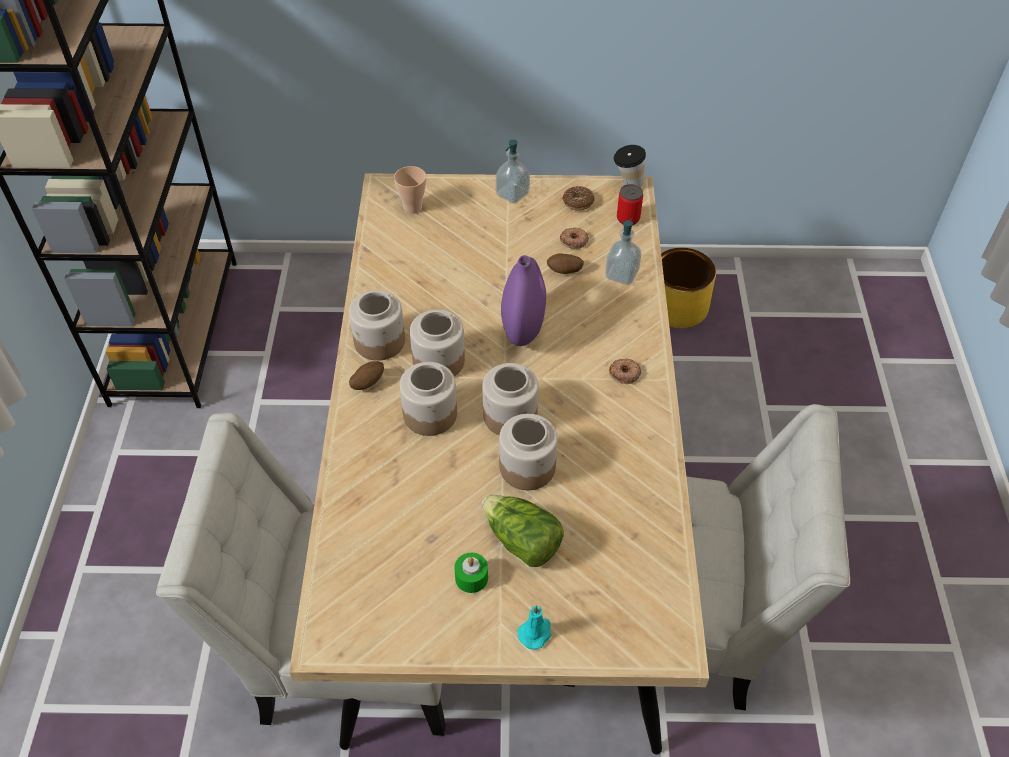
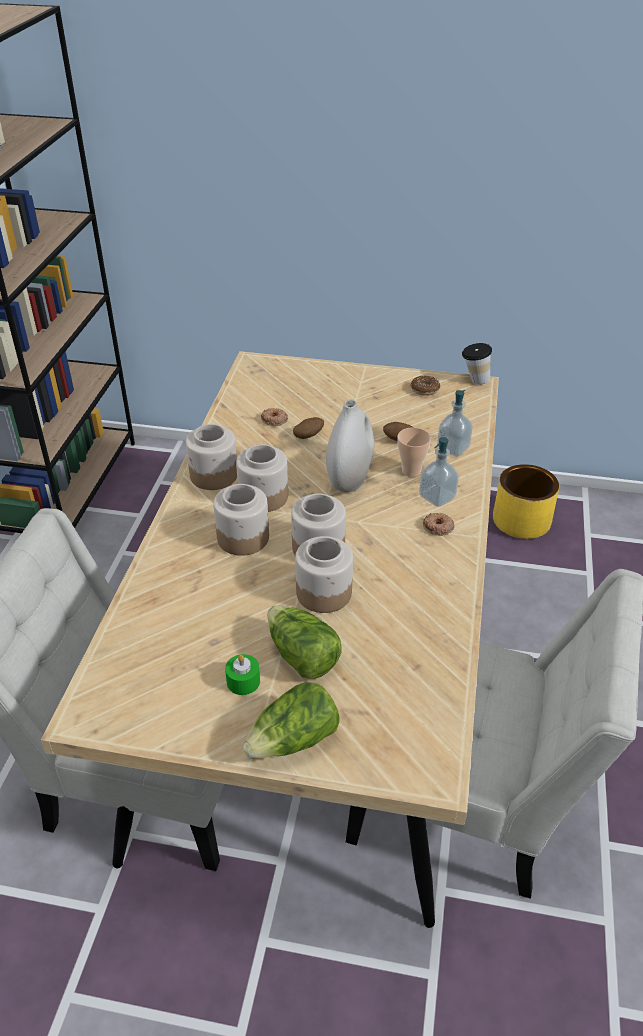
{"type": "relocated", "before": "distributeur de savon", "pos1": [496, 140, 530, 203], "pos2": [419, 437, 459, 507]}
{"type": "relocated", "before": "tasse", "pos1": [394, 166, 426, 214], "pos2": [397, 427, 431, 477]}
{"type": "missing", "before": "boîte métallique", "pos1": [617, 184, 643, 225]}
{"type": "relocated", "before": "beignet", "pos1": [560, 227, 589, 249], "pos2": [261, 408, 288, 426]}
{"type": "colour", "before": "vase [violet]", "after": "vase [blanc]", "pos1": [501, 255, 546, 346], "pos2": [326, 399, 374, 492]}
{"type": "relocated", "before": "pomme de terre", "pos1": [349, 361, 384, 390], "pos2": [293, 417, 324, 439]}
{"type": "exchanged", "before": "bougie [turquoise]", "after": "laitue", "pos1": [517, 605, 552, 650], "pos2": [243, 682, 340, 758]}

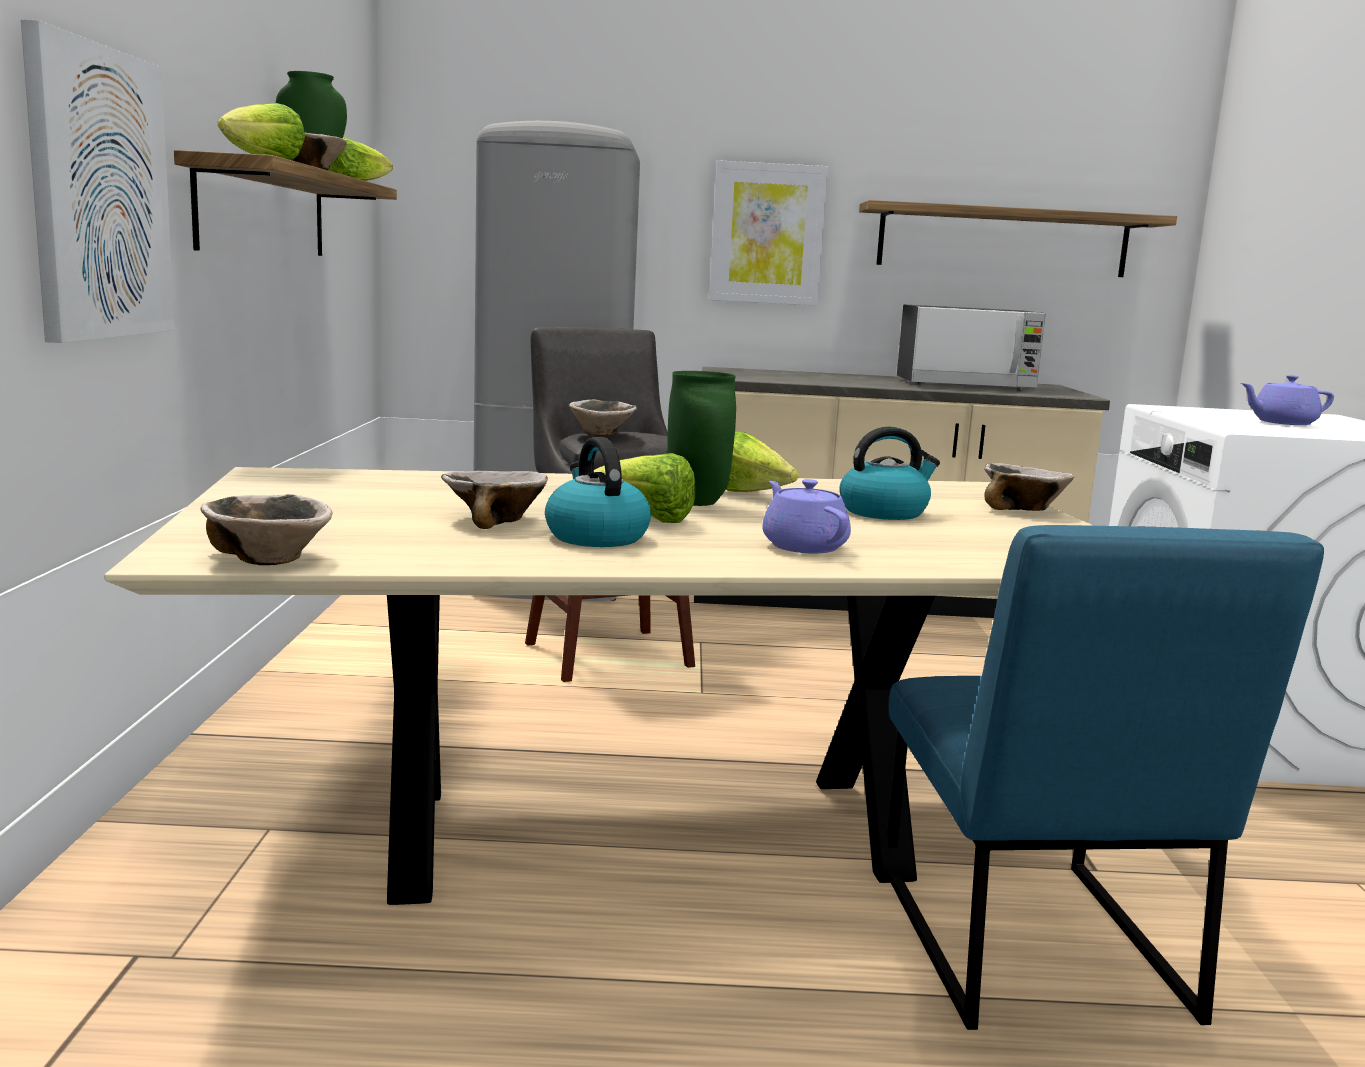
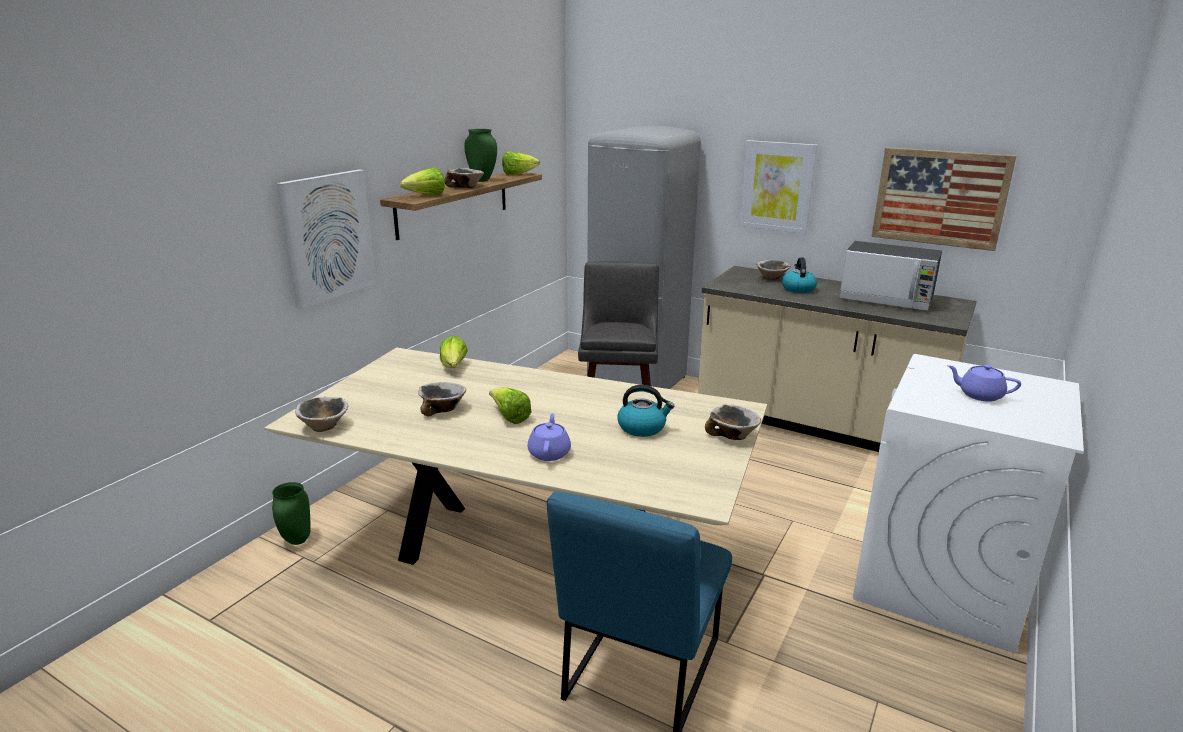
{"type": "exchanged", "before": "étagère", "after": "tableau", "pos1": [859, 200, 1177, 277], "pos2": [871, 147, 1017, 251]}
{"type": "relocated", "before": "vase [vert]", "pos1": [667, 371, 736, 506], "pos2": [272, 482, 310, 545]}
{"type": "relocated", "before": "bol", "pos1": [569, 400, 637, 436], "pos2": [757, 260, 791, 280]}
{"type": "relocated", "before": "laitue", "pos1": [726, 432, 799, 492], "pos2": [440, 336, 468, 368]}
{"type": "relocated", "before": "bouilloire", "pos1": [545, 437, 651, 547], "pos2": [782, 257, 817, 293]}

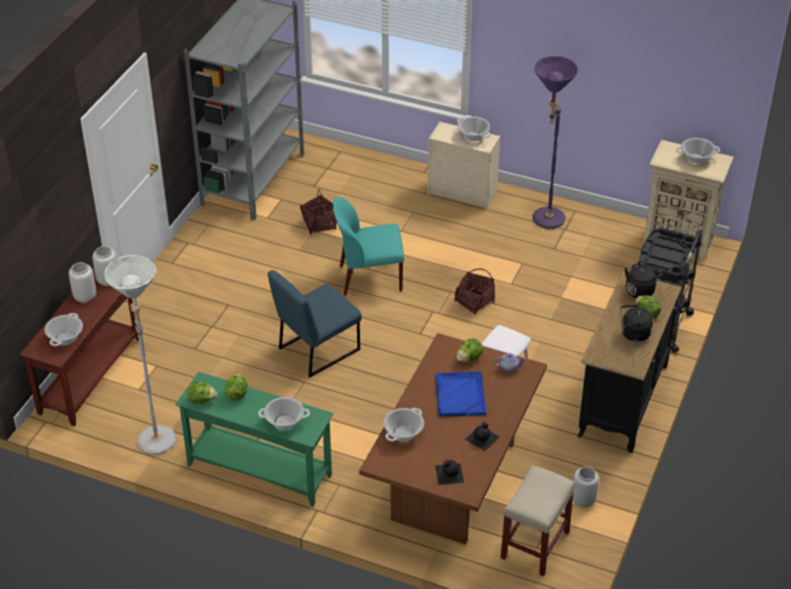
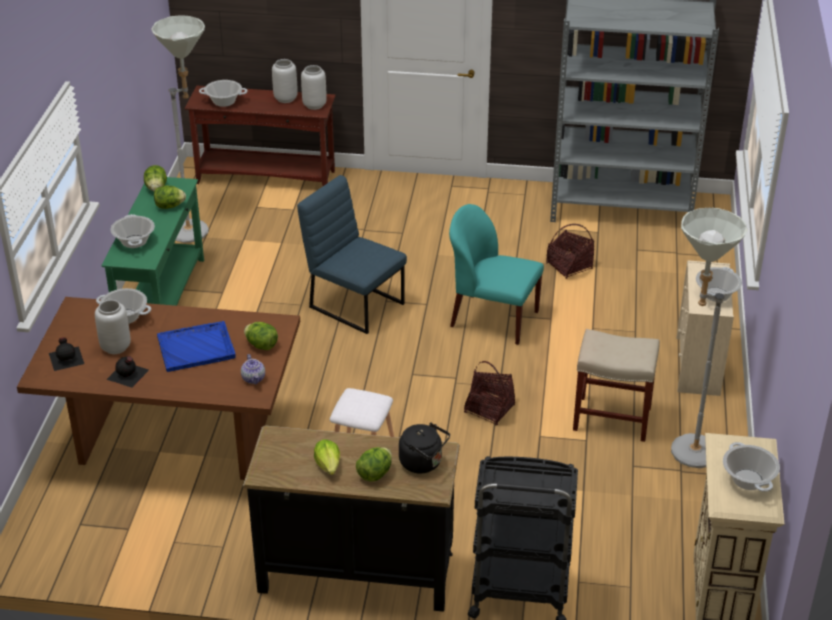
{"type": "colour", "before": "lampadaire [violet]", "after": "lampadaire [gris]", "pos1": [533, 56, 578, 229], "pos2": [671, 208, 747, 468]}
{"type": "spun", "before": "chaise [turquoise]", "pos1": [333, 197, 404, 296], "pos2": [449, 204, 544, 345], "turn": -45}
{"type": "exchanged", "before": "bouilloire [noir]", "after": "laitue", "pos1": [621, 304, 653, 342], "pos2": [314, 440, 340, 475]}
{"type": "relocated", "before": "tabouret [beige]", "pos1": [500, 465, 575, 576], "pos2": [573, 329, 660, 442]}
{"type": "relocated", "before": "vase [gris]", "pos1": [573, 467, 599, 507], "pos2": [95, 300, 131, 354]}

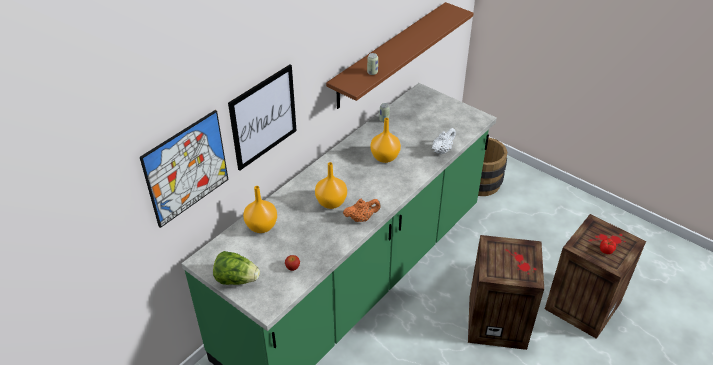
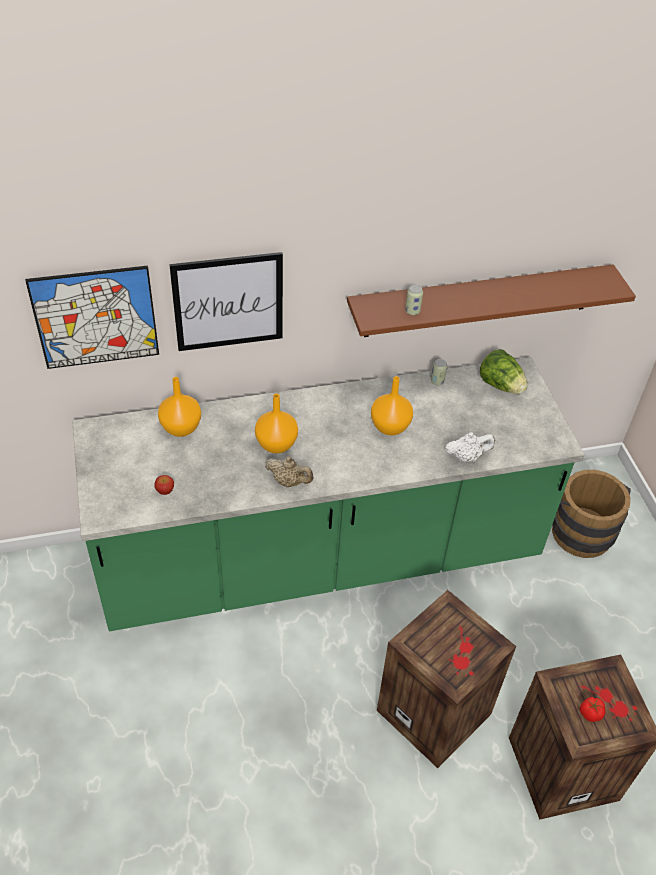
{"type": "colour", "before": "théière [orange]", "after": "théière [beige]", "pos1": [343, 198, 381, 222], "pos2": [265, 456, 313, 487]}
{"type": "relocated", "before": "laitue", "pos1": [213, 251, 260, 285], "pos2": [480, 349, 528, 394]}

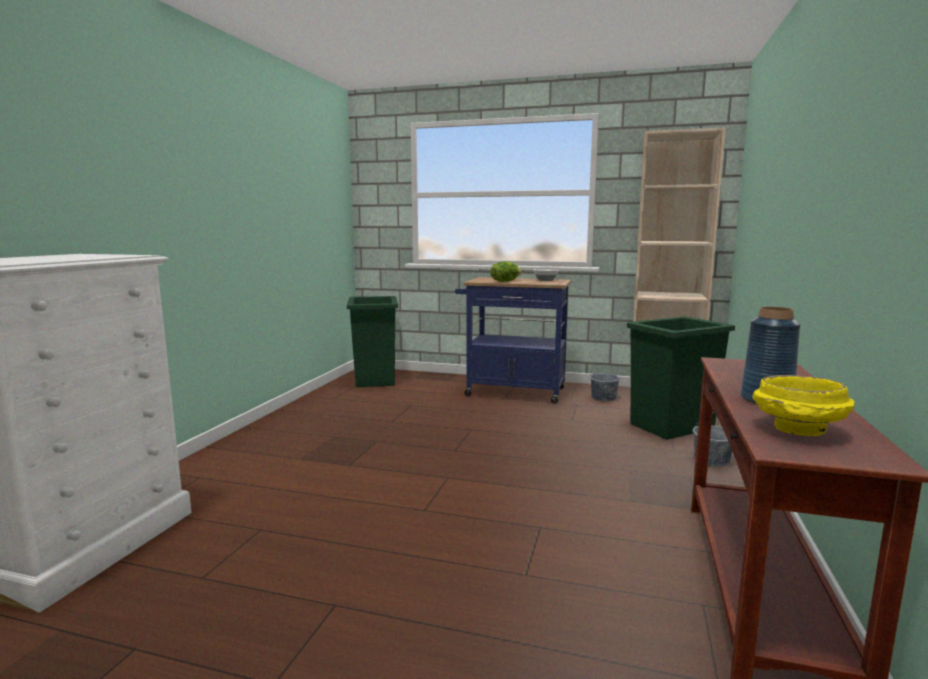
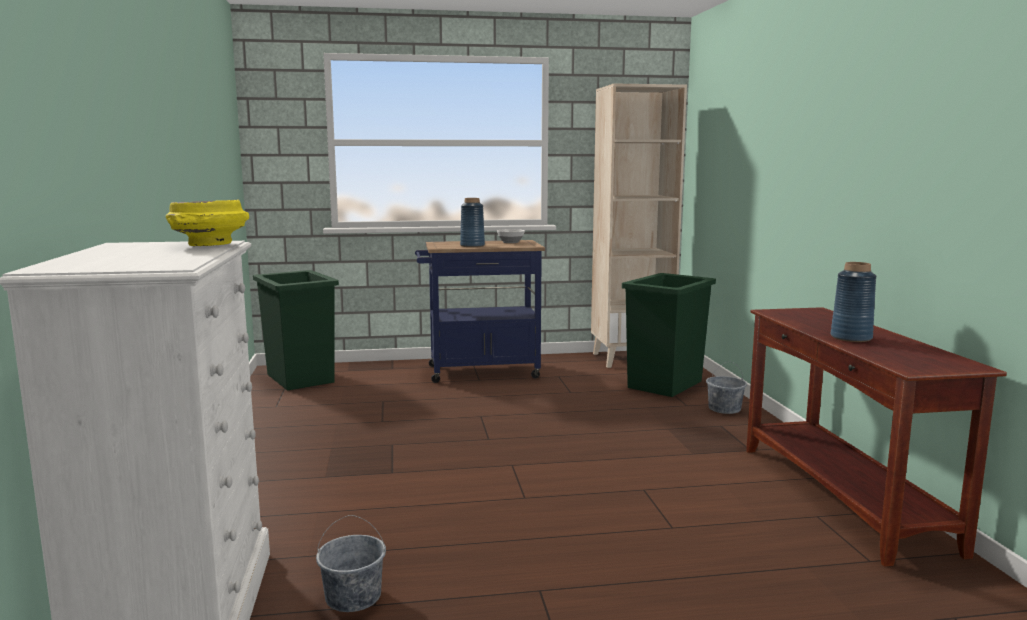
{"type": "exchanged", "before": "laitue", "after": "vase [bleu]", "pos1": [490, 261, 521, 282], "pos2": [460, 198, 485, 247]}
{"type": "relocated", "before": "seau [gris]", "pos1": [590, 361, 620, 401], "pos2": [316, 515, 386, 612]}
{"type": "relocated", "before": "bol [jaune]", "pos1": [752, 375, 855, 436], "pos2": [166, 200, 249, 246]}

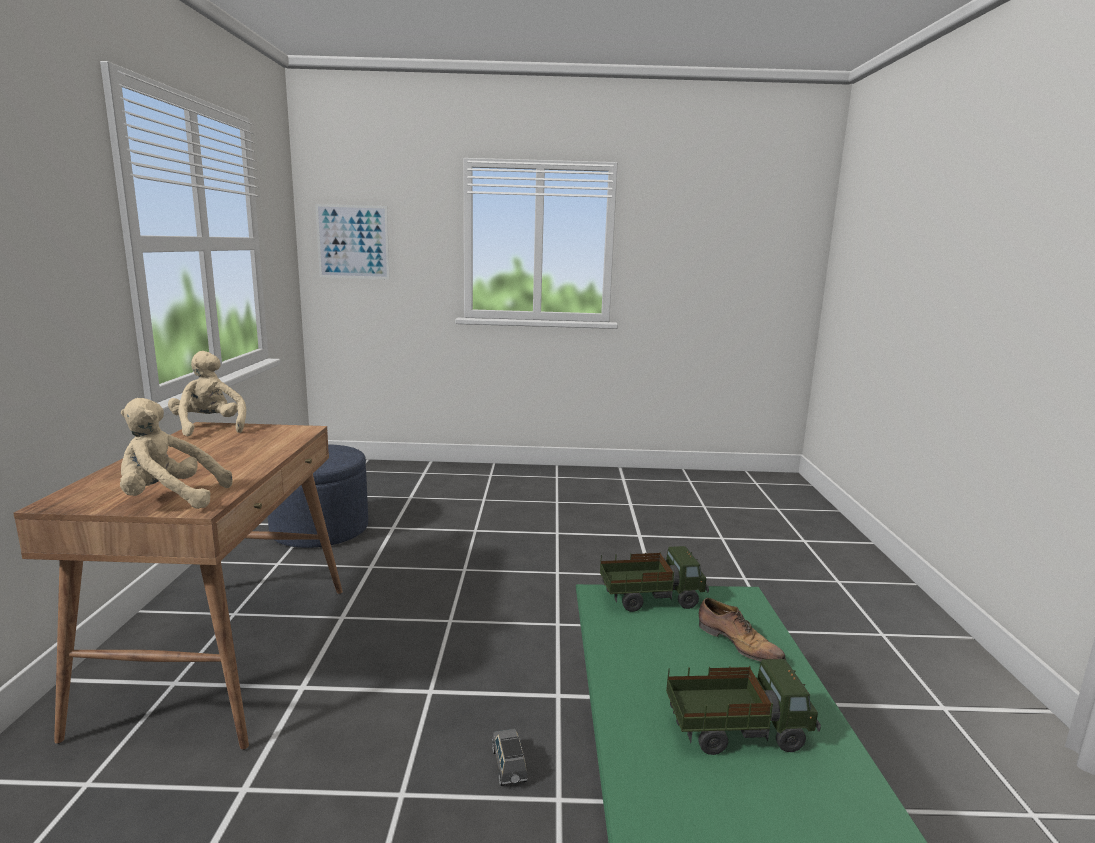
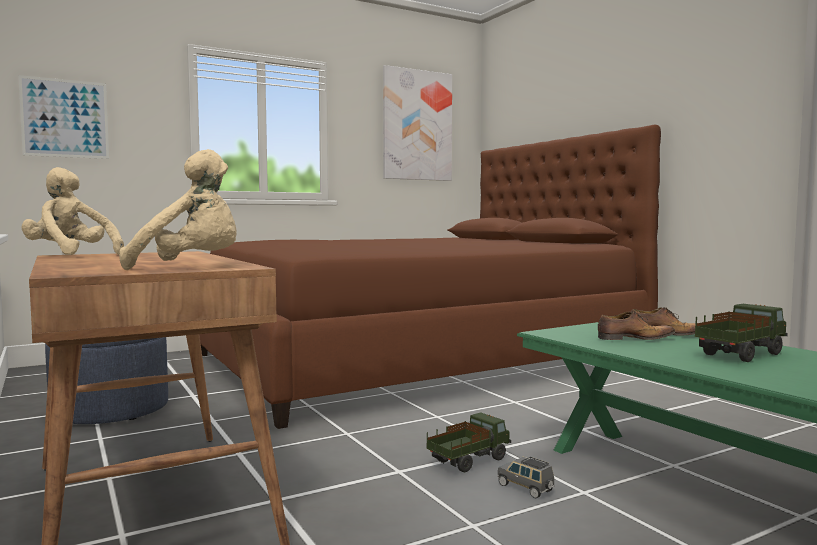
{"type": "spun", "before": "peluche [beige]", "pos1": [120, 398, 233, 509], "pos2": [119, 149, 237, 270], "turn": -135}
{"type": "relocated", "before": "camion jouet", "pos1": [600, 546, 709, 612], "pos2": [426, 412, 511, 472]}
{"type": "appeared", "after": "tableau", "pos2": [383, 65, 452, 181]}
{"type": "appeared", "after": "lit [marron]", "pos2": [199, 125, 661, 429]}
{"type": "appeared", "after": "chaussure", "pos2": [598, 311, 675, 340]}

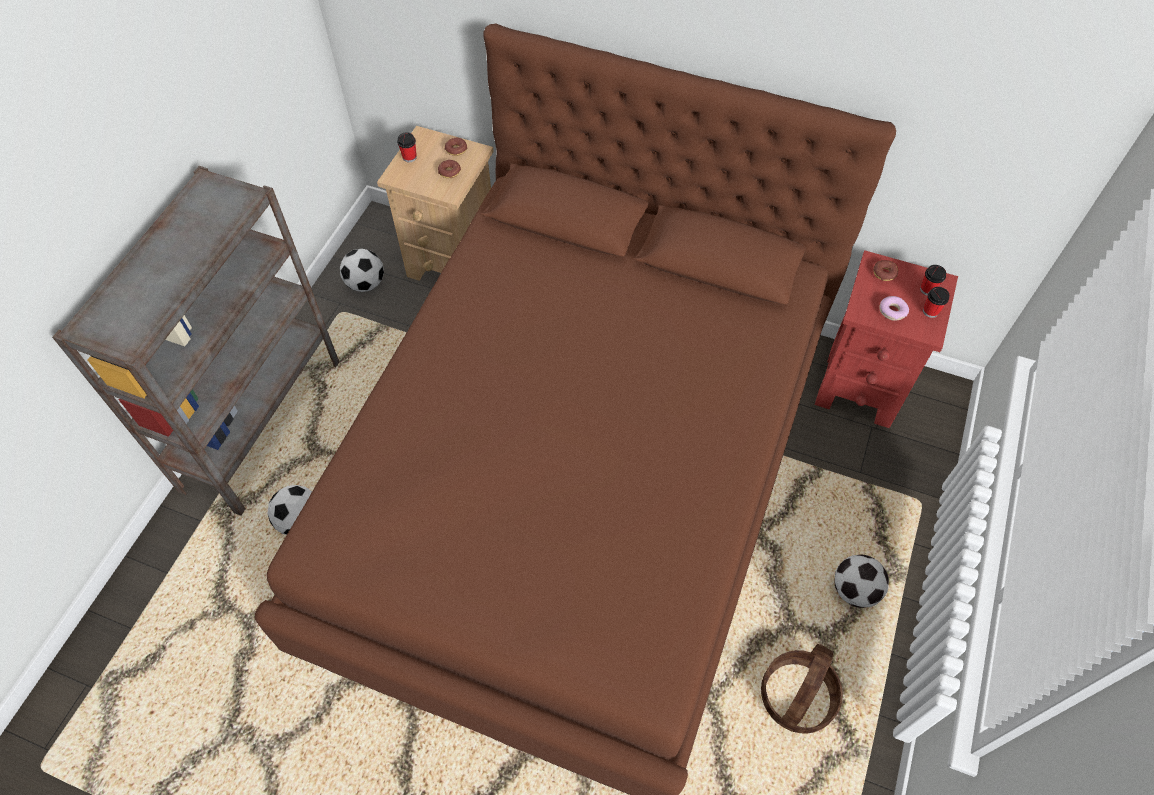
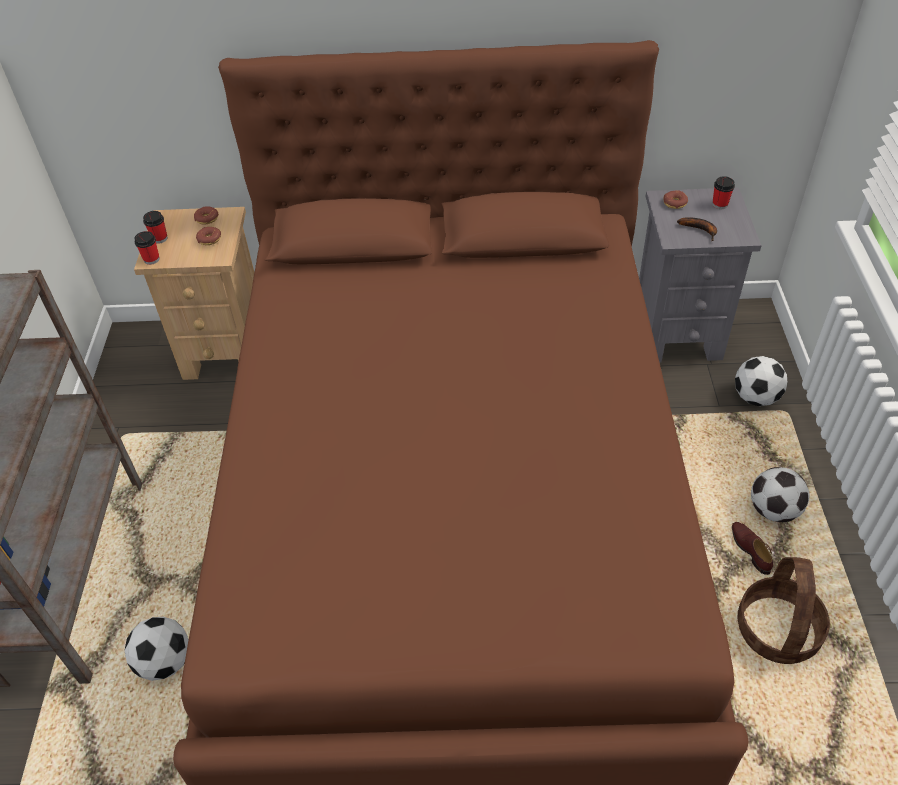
{"type": "relocated", "before": "ballon de foot", "pos1": [340, 248, 384, 292], "pos2": [735, 356, 787, 406]}
{"type": "colour", "before": "table de chevet [rouge]", "after": "table de chevet [gris]", "pos1": [815, 250, 958, 428], "pos2": [639, 187, 762, 362]}
{"type": "relocated", "before": "tasse", "pos1": [923, 287, 949, 318], "pos2": [134, 231, 160, 265]}
{"type": "exchanged", "before": "beignet", "after": "banane", "pos1": [879, 296, 909, 321], "pos2": [677, 217, 717, 241]}
{"type": "appeared", "after": "chaussure [marron]", "pos2": [732, 522, 773, 575]}

